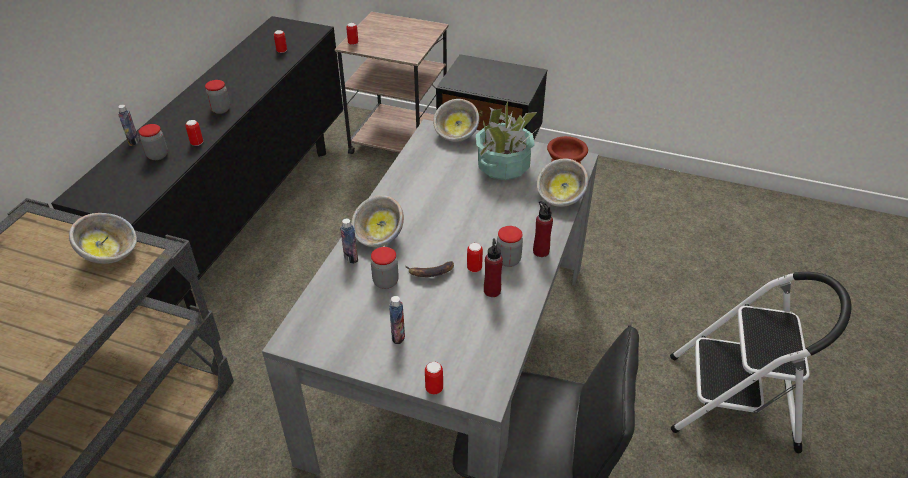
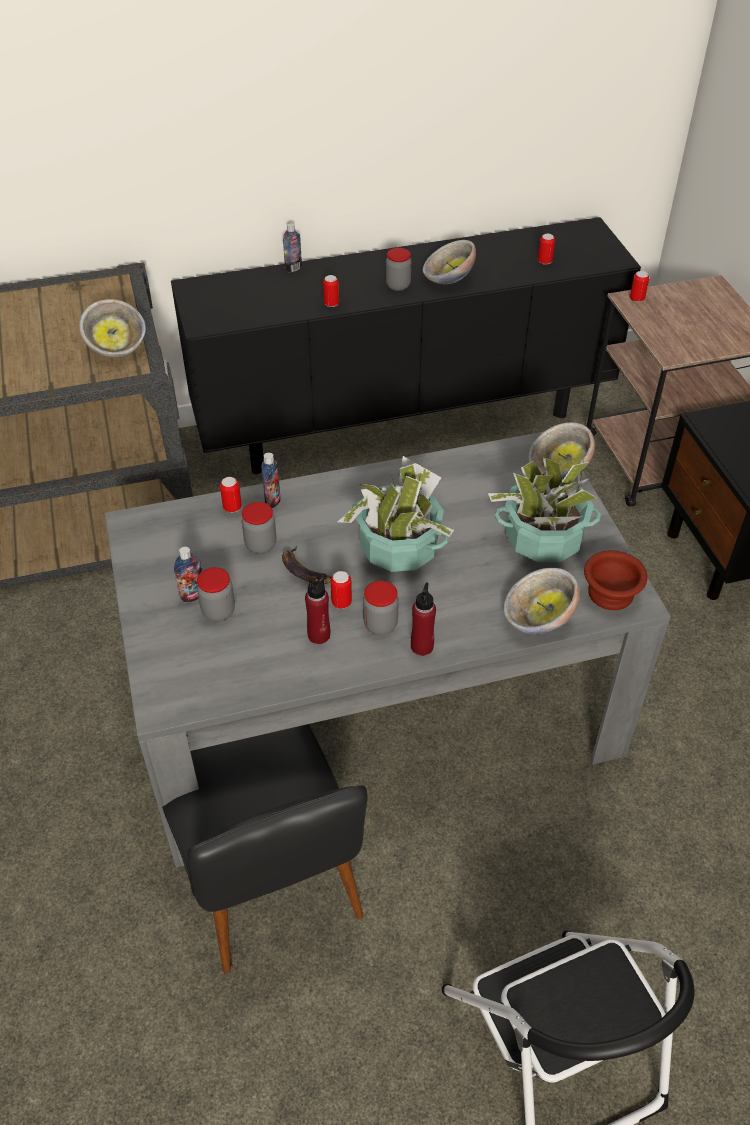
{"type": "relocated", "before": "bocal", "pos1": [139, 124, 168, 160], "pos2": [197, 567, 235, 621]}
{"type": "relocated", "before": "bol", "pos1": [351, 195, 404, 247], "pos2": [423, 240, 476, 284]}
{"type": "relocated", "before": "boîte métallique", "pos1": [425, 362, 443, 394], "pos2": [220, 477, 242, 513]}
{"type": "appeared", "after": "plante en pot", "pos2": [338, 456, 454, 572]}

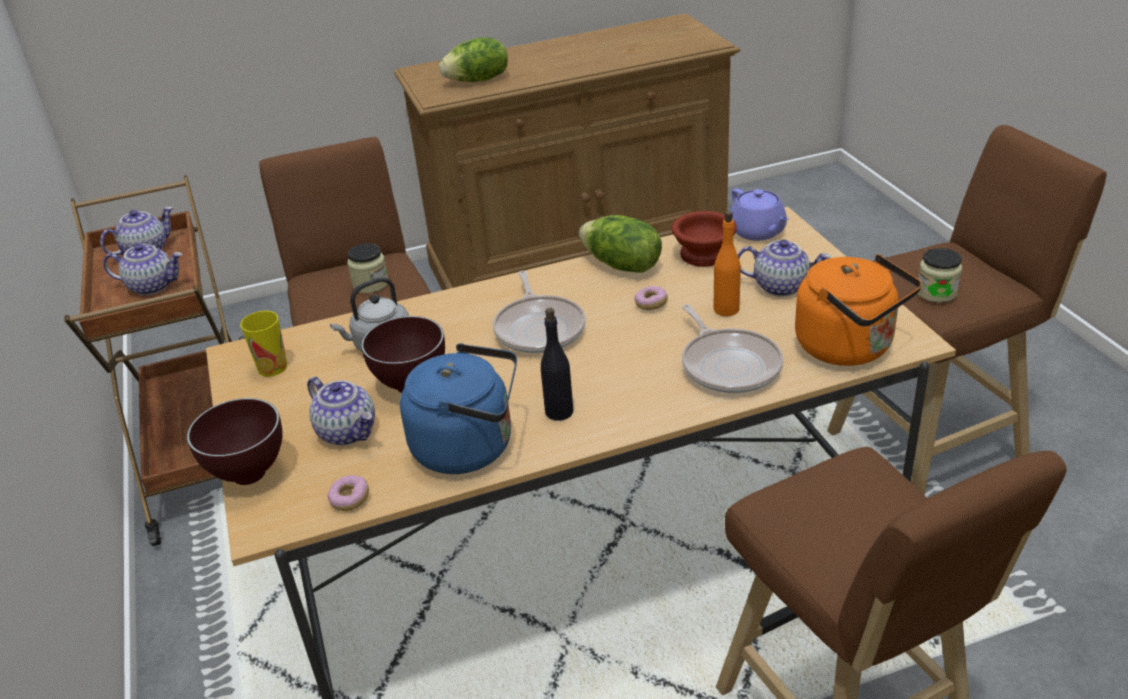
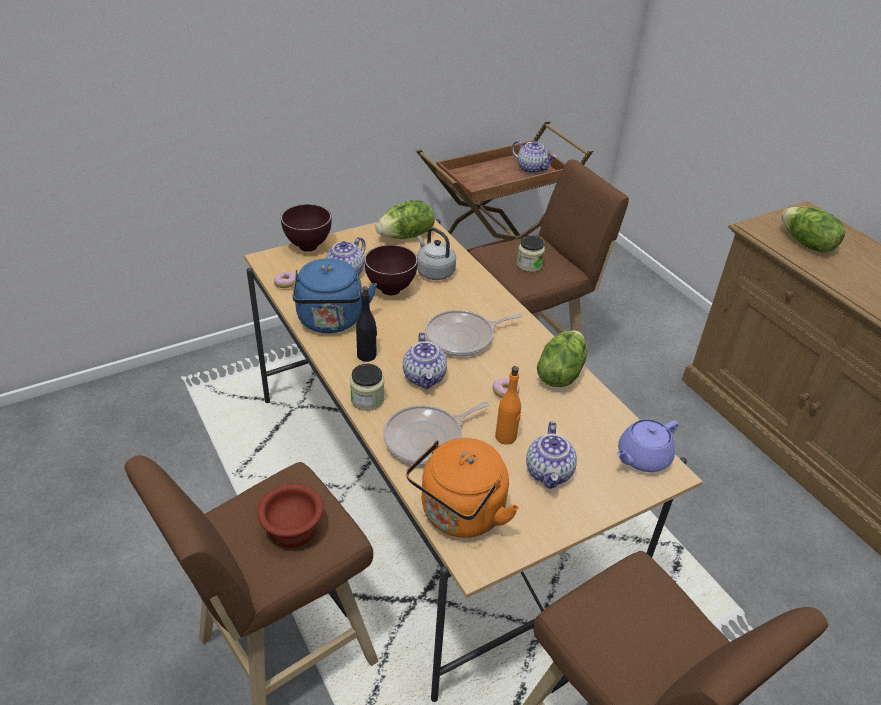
{"type": "relocated", "before": "bol [marron]", "pos1": [671, 211, 737, 267], "pos2": [257, 484, 323, 548]}
{"type": "relocated", "before": "théière", "pos1": [103, 244, 182, 295], "pos2": [403, 332, 447, 389]}
{"type": "relocated", "before": "bocal", "pos1": [918, 248, 962, 303], "pos2": [350, 364, 384, 411]}
{"type": "exchanged", "before": "tasse", "after": "laitue", "pos1": [240, 311, 287, 376], "pos2": [375, 200, 435, 239]}

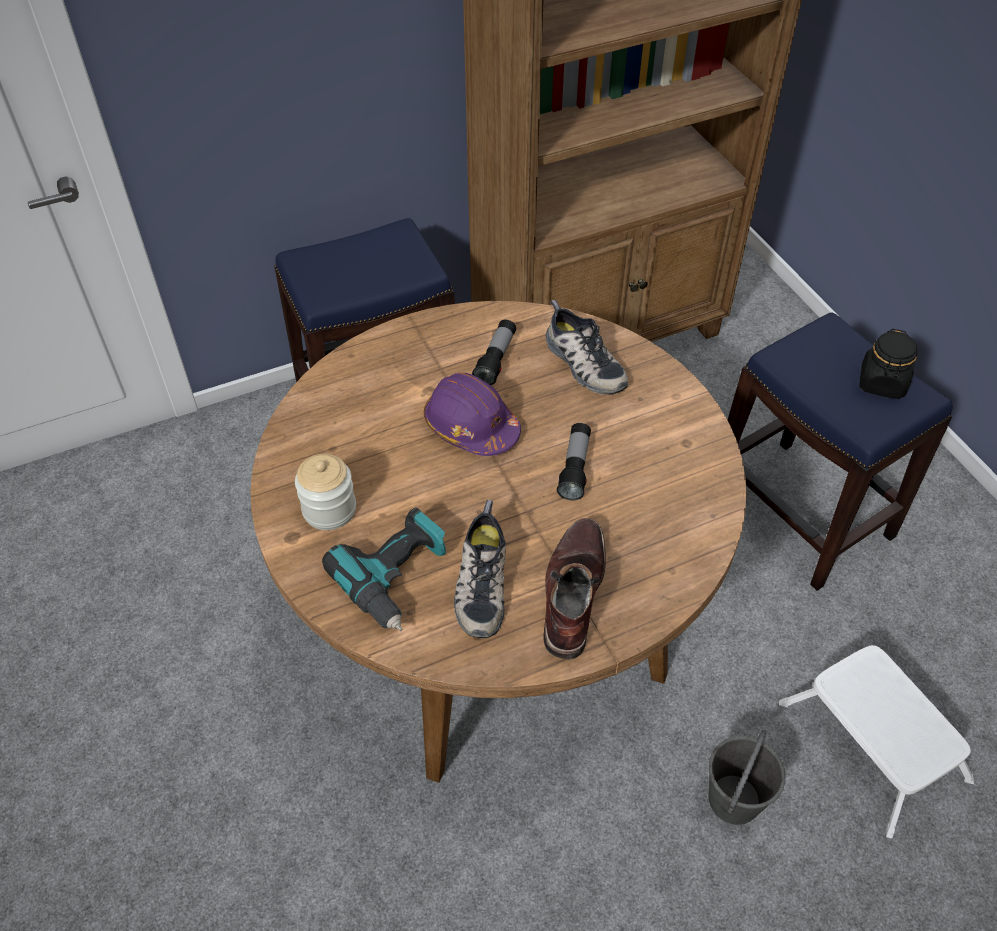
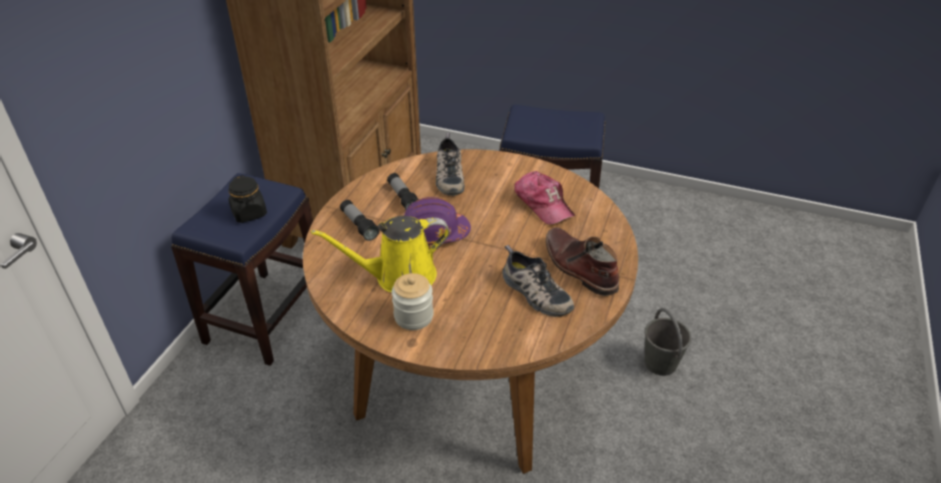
{"type": "spun", "before": "chaussure", "pos1": [546, 300, 628, 395], "pos2": [436, 133, 465, 196], "turn": 75}
{"type": "relocated", "before": "bocal [noir]", "pos1": [859, 329, 917, 399], "pos2": [228, 175, 267, 223]}
{"type": "relocated", "before": "lampe de poche", "pos1": [557, 423, 591, 500], "pos2": [340, 200, 380, 241]}
{"type": "missing", "before": "perceuse", "pos1": [322, 508, 446, 631]}
{"type": "missing", "before": "escabeau [blanc]", "pos1": [779, 645, 974, 839]}
{"type": "appeared", "after": "casquette", "pos2": [514, 171, 575, 225]}
{"type": "appeared", "after": "arrosoir [jaune]", "pos2": [311, 216, 449, 292]}

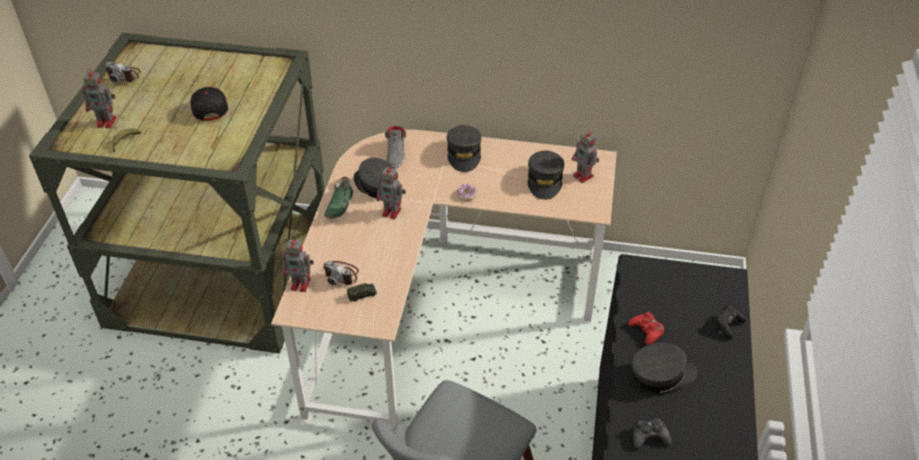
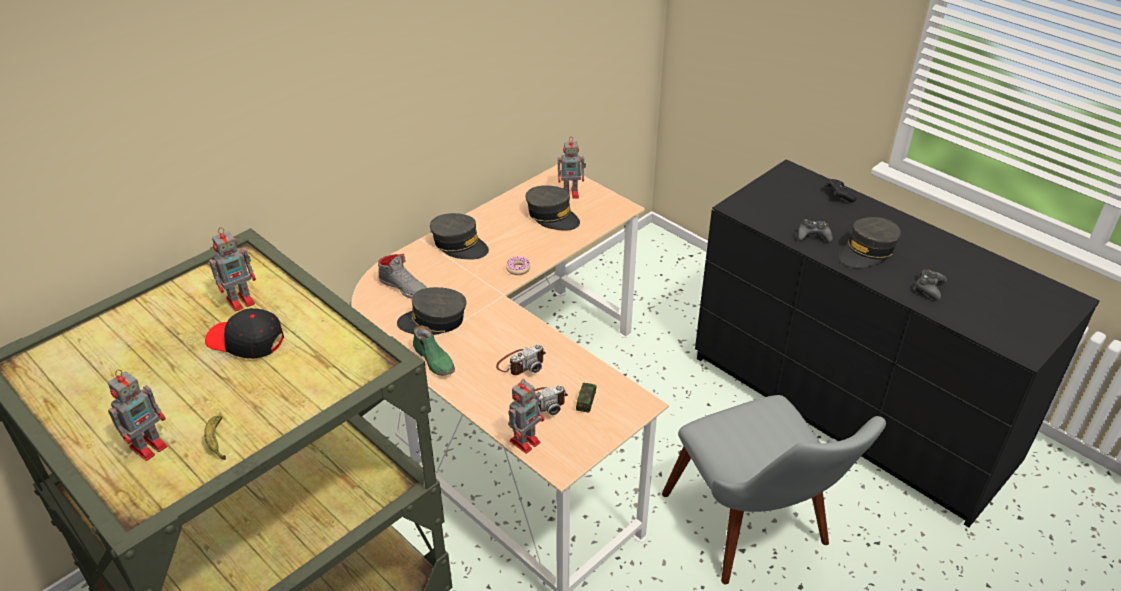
{"type": "relocated", "before": "appareil photo", "pos1": [105, 62, 141, 83], "pos2": [496, 344, 546, 375]}
{"type": "relocated", "before": "robot jouet", "pos1": [376, 165, 406, 219], "pos2": [209, 227, 256, 312]}
{"type": "colour", "before": "manette [rouge]", "after": "manette [noir]", "pos1": [628, 312, 664, 345], "pos2": [798, 219, 833, 243]}
{"type": "spun", "before": "casquette [gris]", "pos1": [632, 343, 697, 393], "pos2": [839, 217, 901, 268], "turn": -150}

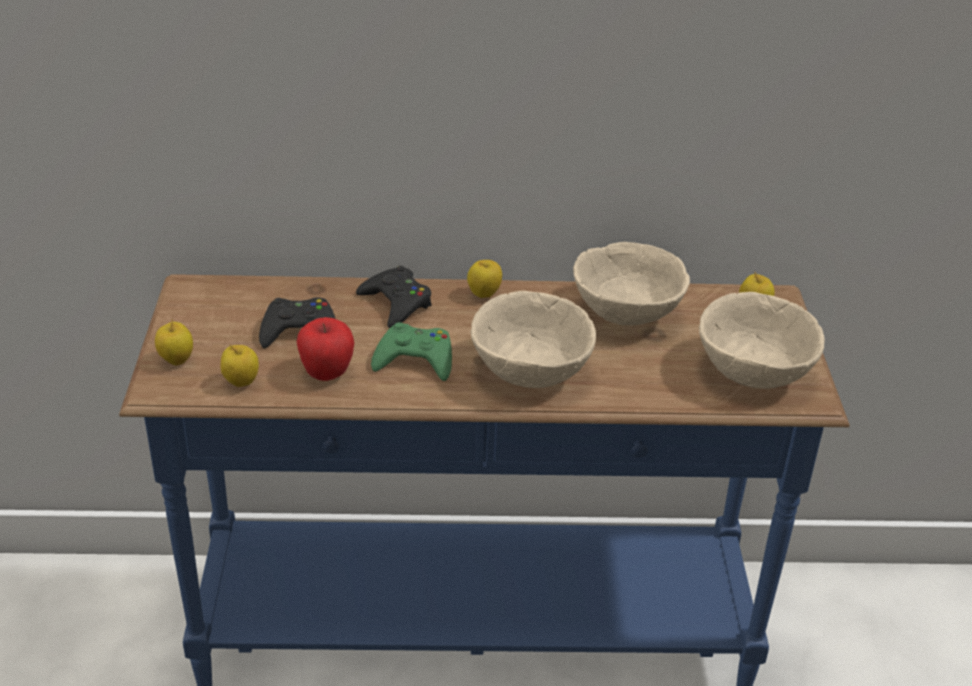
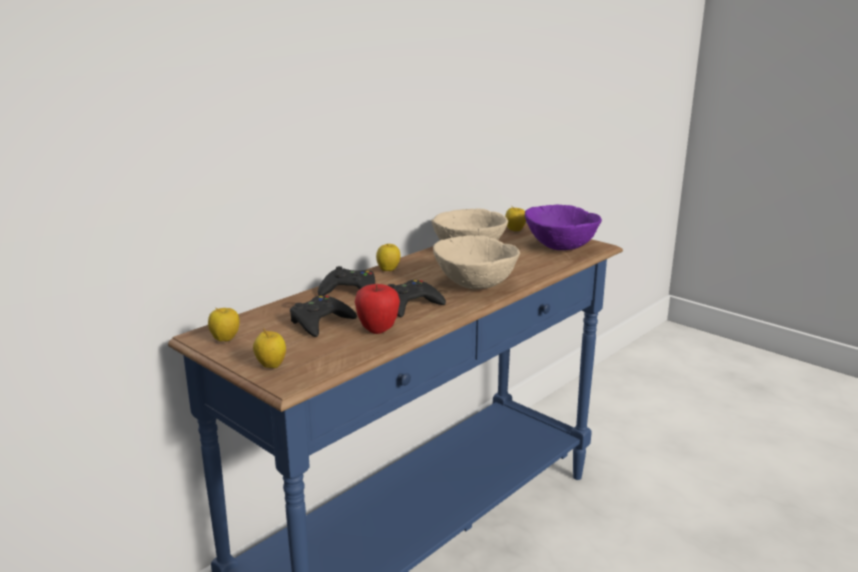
{"type": "colour", "before": "bol [beige]", "after": "bol [violet]", "pos1": [699, 292, 825, 389], "pos2": [525, 204, 602, 250]}
{"type": "colour", "before": "manette [vert]", "after": "manette [noir]", "pos1": [371, 322, 452, 381], "pos2": [388, 280, 446, 317]}
{"type": "relocated", "before": "pomme", "pos1": [220, 345, 259, 387], "pos2": [208, 307, 240, 341]}

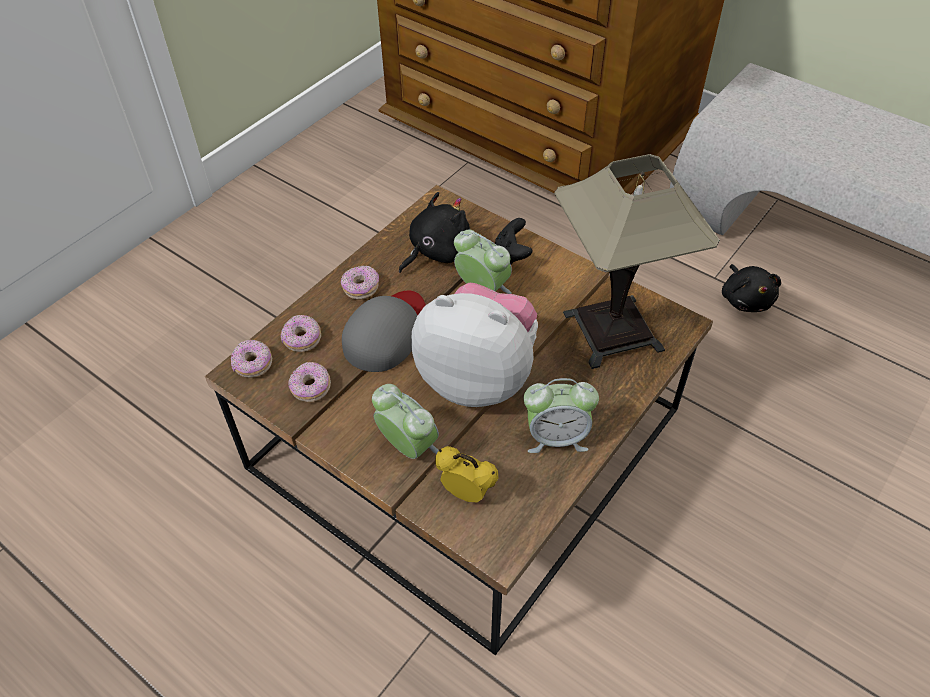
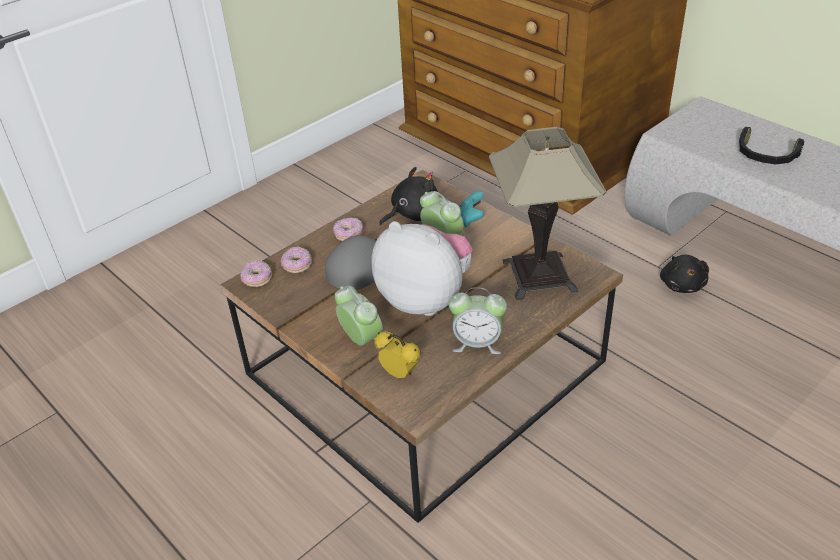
{"type": "colour", "before": "manette [noir]", "after": "manette [turquoise]", "pos1": [495, 218, 533, 264], "pos2": [459, 191, 484, 227]}
{"type": "missing", "before": "beignet", "pos1": [288, 362, 331, 402]}
{"type": "appeared", "after": "casque audio [noir]", "pos2": [739, 127, 804, 164]}

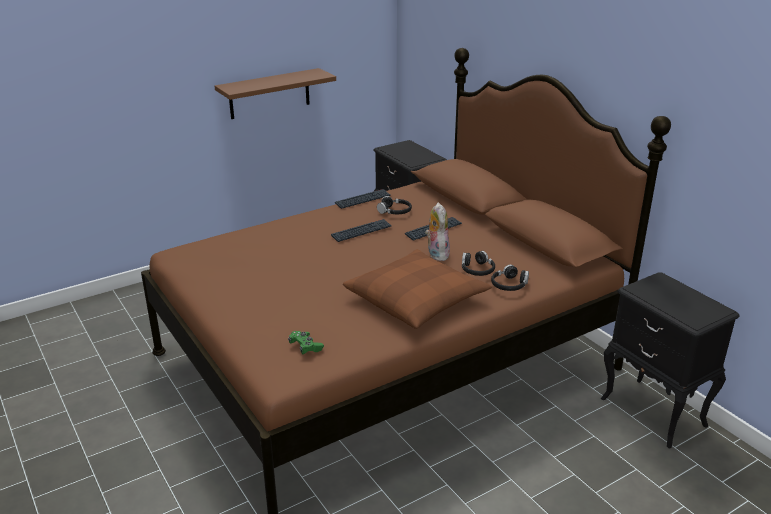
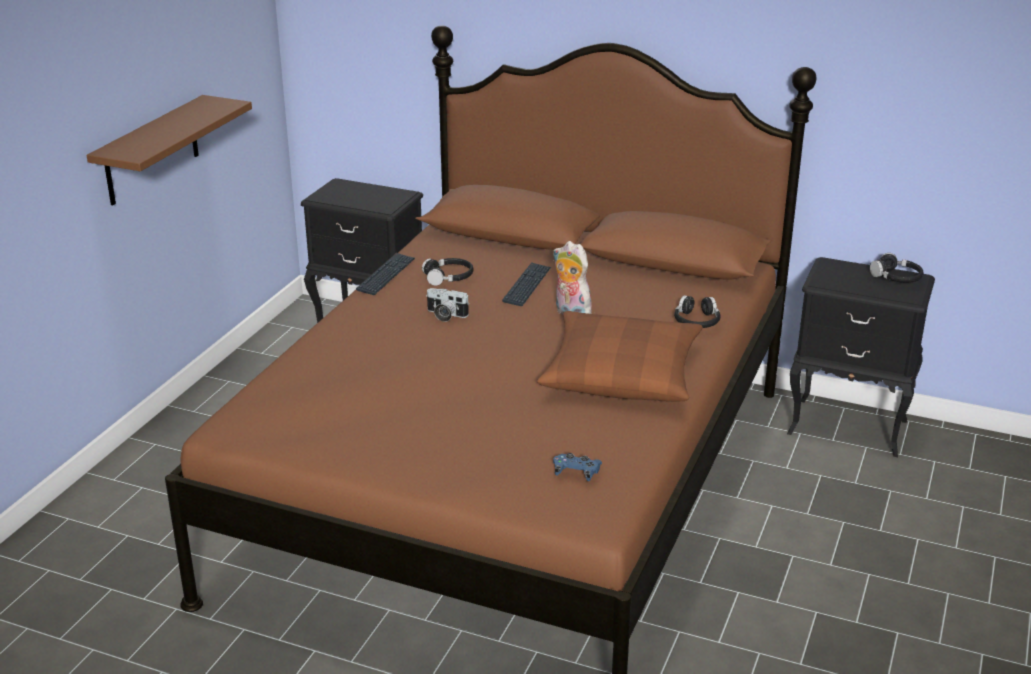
{"type": "exchanged", "before": "clavier", "after": "appareil photo", "pos1": [331, 219, 392, 242], "pos2": [426, 288, 469, 322]}
{"type": "relocated", "before": "casque audio [noir]", "pos1": [462, 251, 495, 276], "pos2": [870, 253, 924, 283]}
{"type": "colour", "before": "manette [vert]", "after": "manette [bleu]", "pos1": [288, 331, 324, 354], "pos2": [553, 453, 602, 481]}

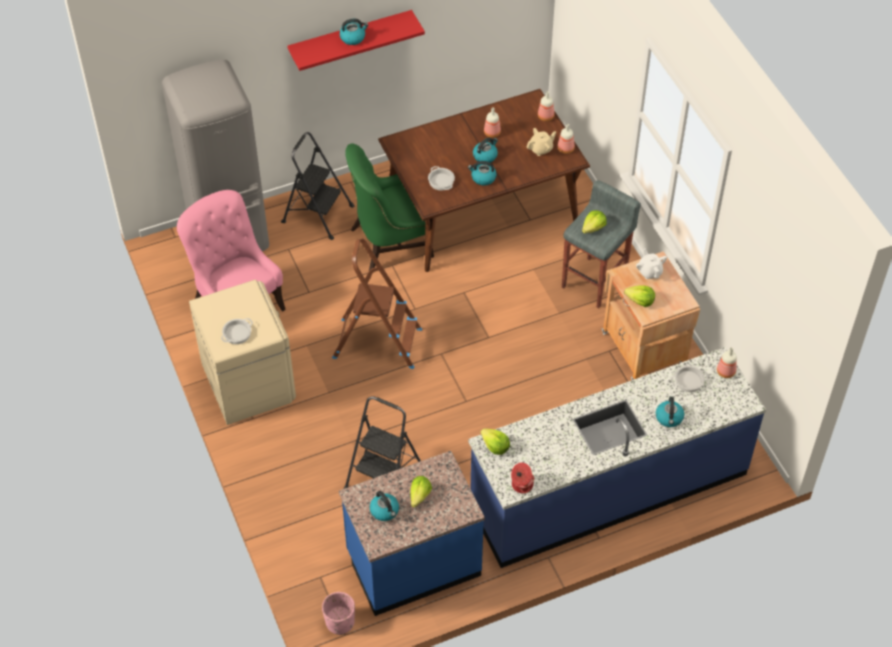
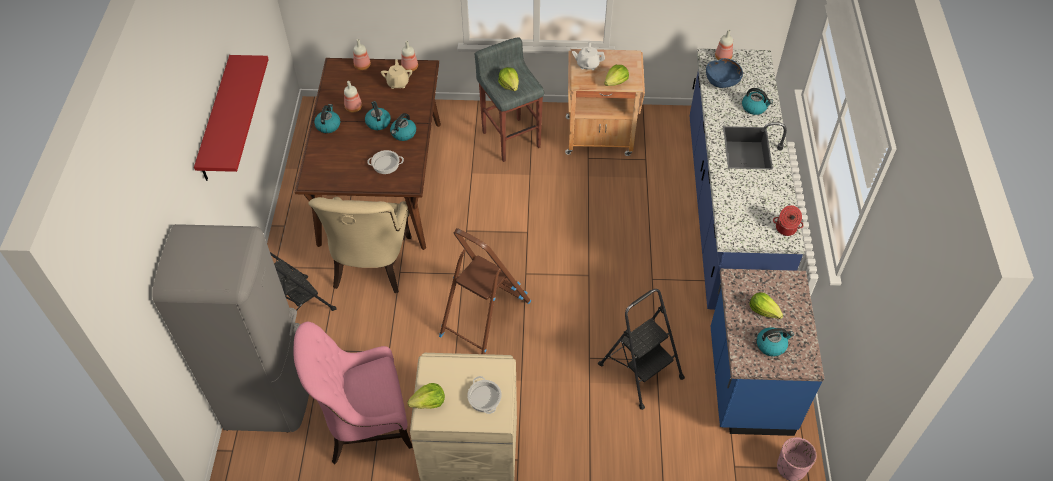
{"type": "relocated", "before": "bouilloire", "pos1": [339, 19, 369, 45], "pos2": [314, 104, 340, 133]}
{"type": "colour", "before": "chaise [vert]", "after": "chaise [beige]", "pos1": [345, 143, 434, 271], "pos2": [309, 197, 412, 293]}
{"type": "exchanged", "before": "marmite", "after": "bol [bleu]", "pos1": [671, 366, 708, 392], "pos2": [706, 58, 743, 88]}
{"type": "relocated", "before": "laitue", "pos1": [480, 428, 510, 455], "pos2": [408, 383, 445, 409]}

